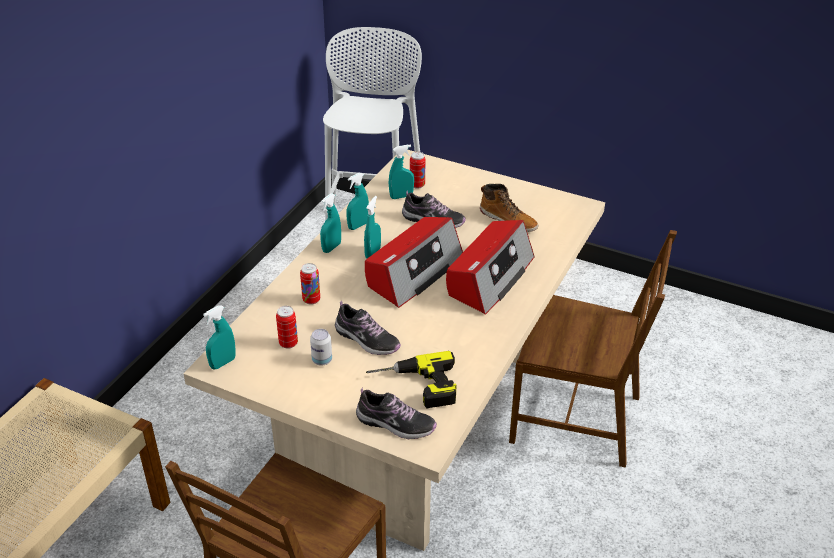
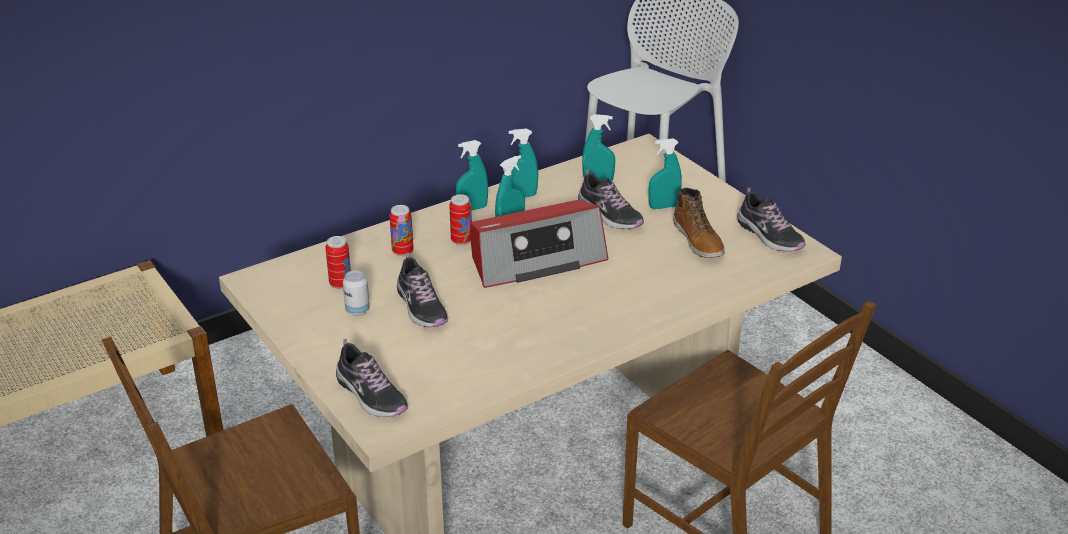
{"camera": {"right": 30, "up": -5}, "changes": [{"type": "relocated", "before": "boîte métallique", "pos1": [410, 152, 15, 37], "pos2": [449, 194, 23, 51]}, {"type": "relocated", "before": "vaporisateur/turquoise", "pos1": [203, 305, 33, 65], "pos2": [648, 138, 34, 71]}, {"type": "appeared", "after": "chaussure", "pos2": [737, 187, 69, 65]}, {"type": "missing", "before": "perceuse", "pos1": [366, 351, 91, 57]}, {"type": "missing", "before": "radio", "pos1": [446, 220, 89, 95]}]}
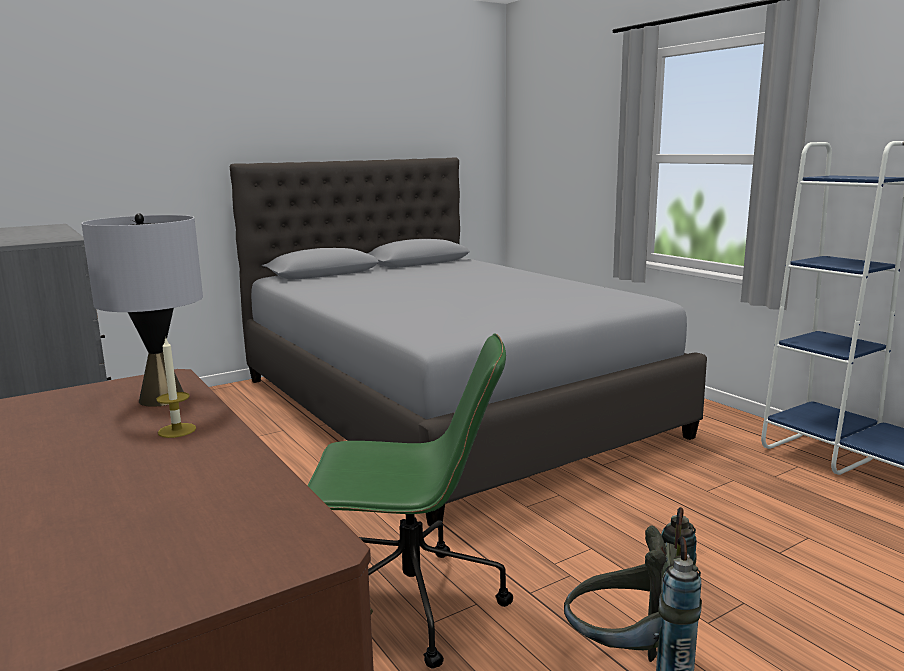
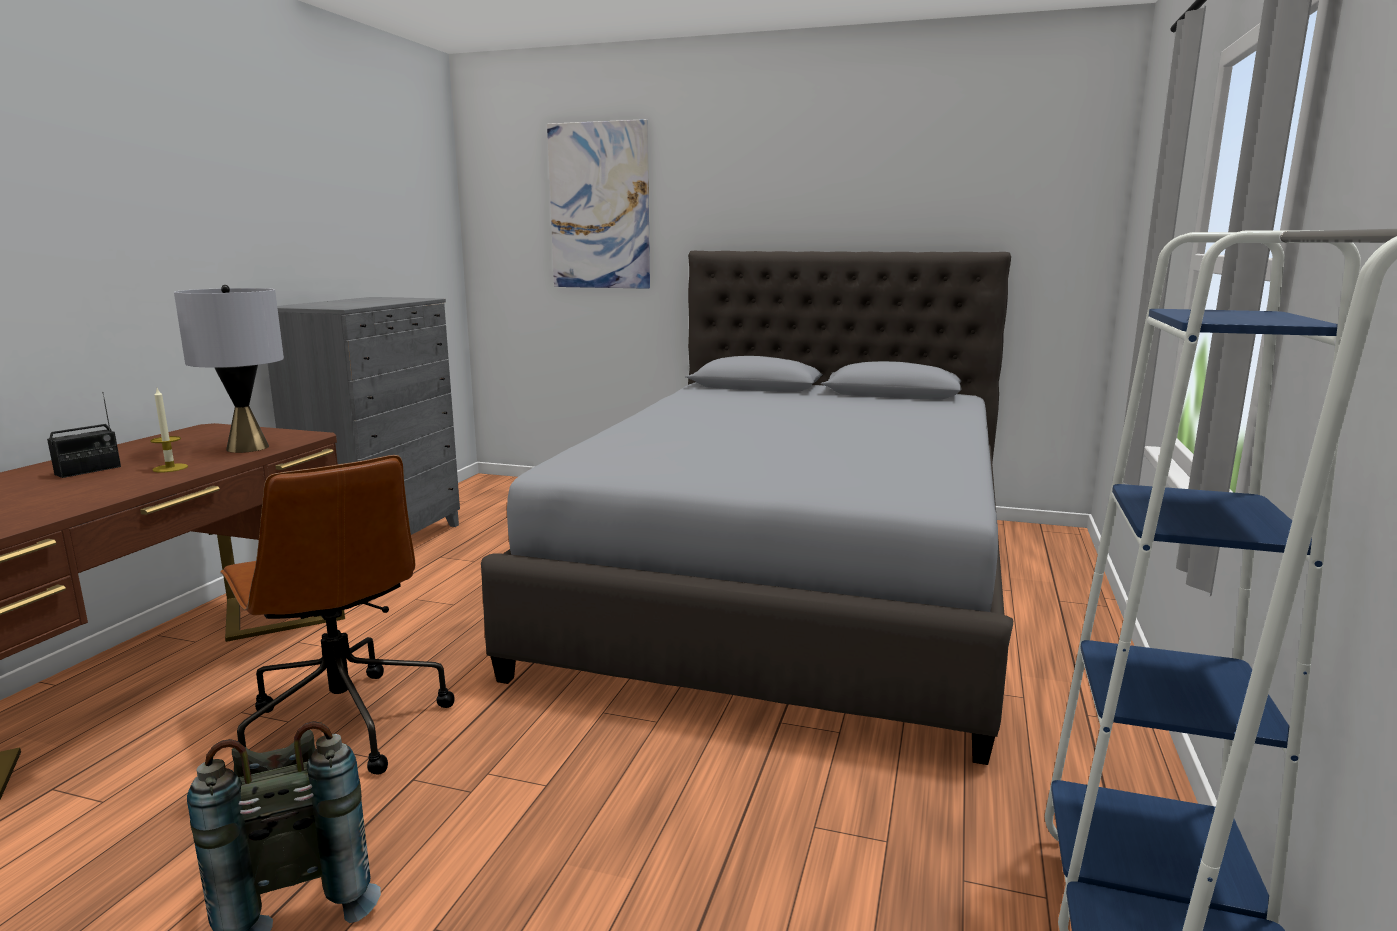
{"camera": {"right": 50, "up": 0}, "changes": [{"type": "appeared", "after": "radio", "pos2": [47, 392, 74, 86]}, {"type": "colour", "before": "chaise de bureau/vert", "after": "chaise de bureau/marron", "pos1": [307, 333, 206, 335], "pos2": [220, 455, 235, 319]}, {"type": "appeared", "after": "tableau", "pos2": [547, 119, 103, 170]}]}
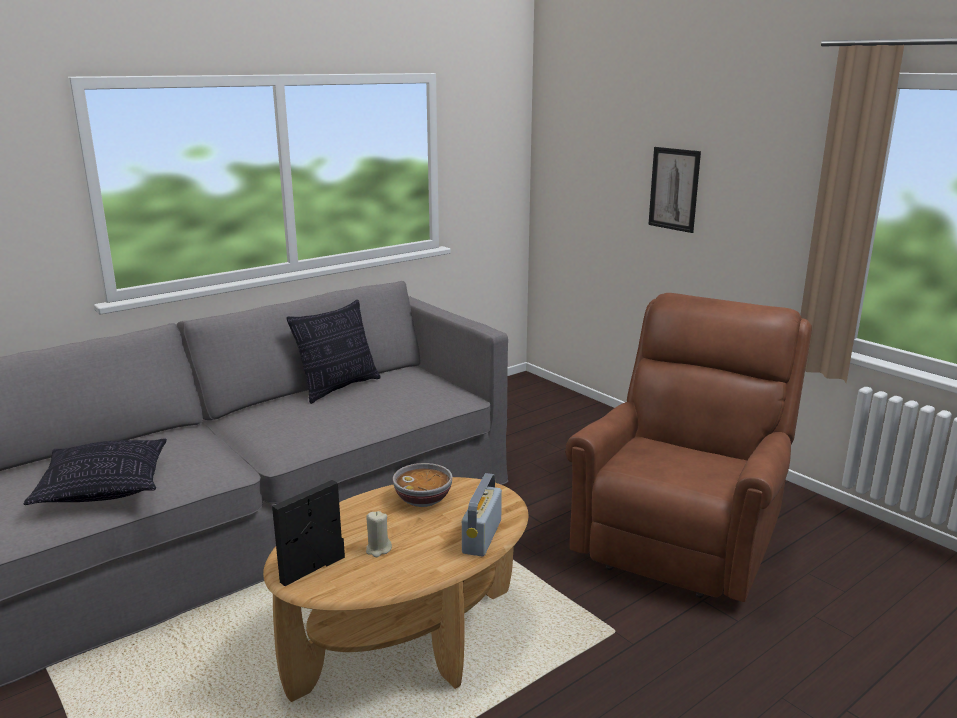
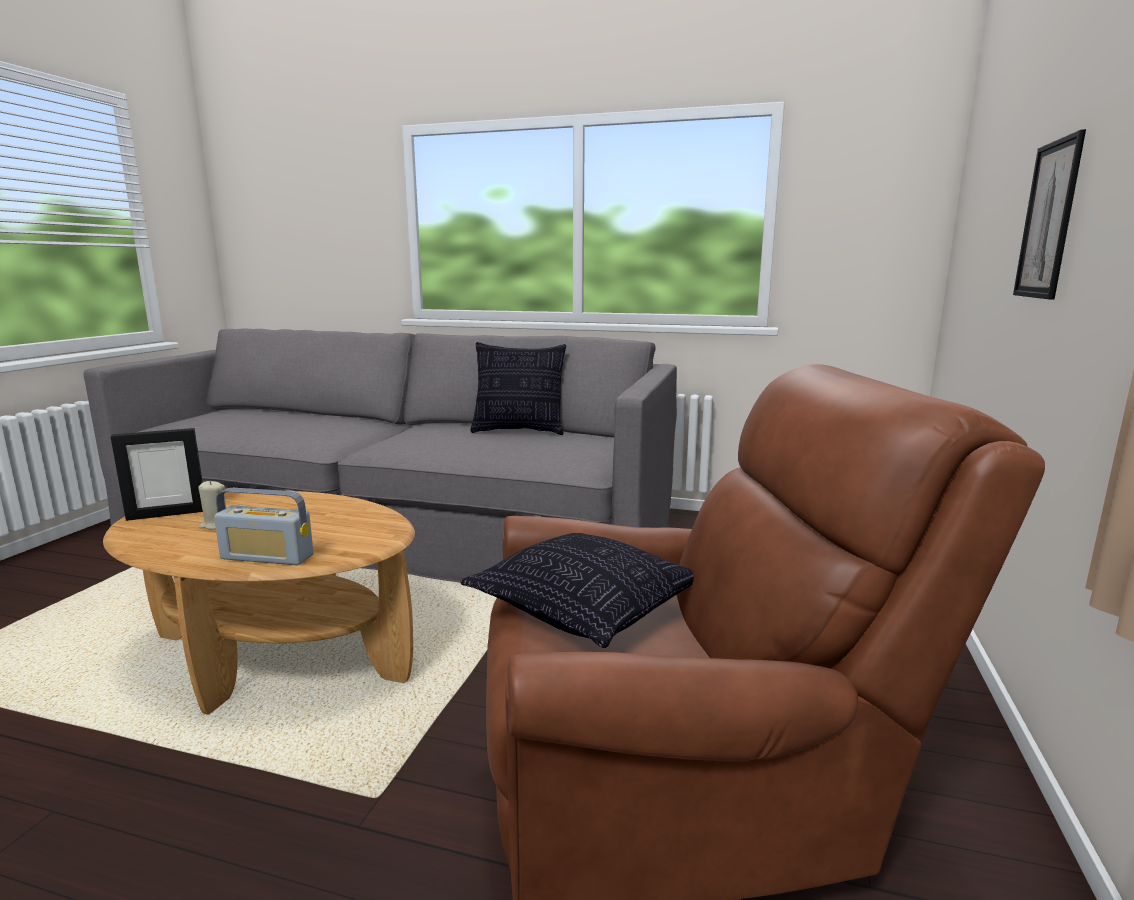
{"camera": {"right": 55, "up": -5}, "changes": [{"type": "spun", "before": "cadre photo", "pos1": [272, 480, 73, 106], "pos2": [110, 428, 93, 93], "turn": 150}, {"type": "spun", "before": "radio", "pos1": [462, 473, 40, 84], "pos2": [214, 488, 100, 77], "turn": -150}, {"type": "relocated", "before": "coussin", "pos1": [24, 438, 143, 67], "pos2": [460, 533, 234, 115]}, {"type": "missing", "before": "bol", "pos1": [393, 463, 60, 44]}]}
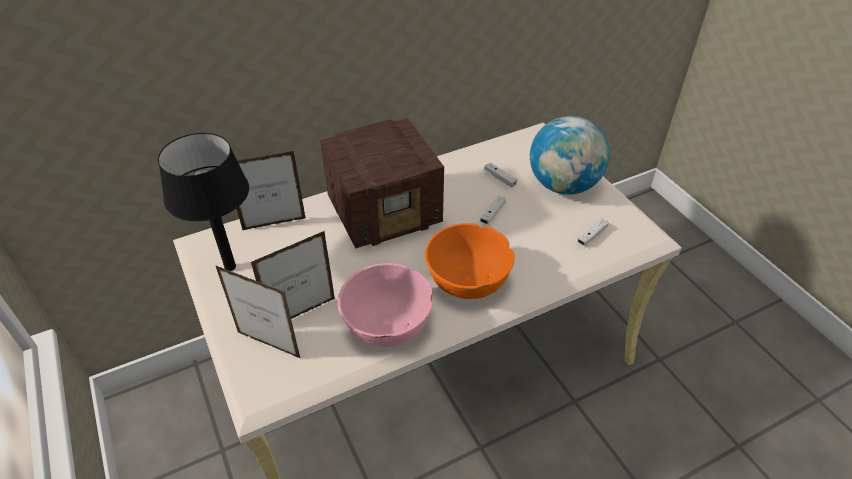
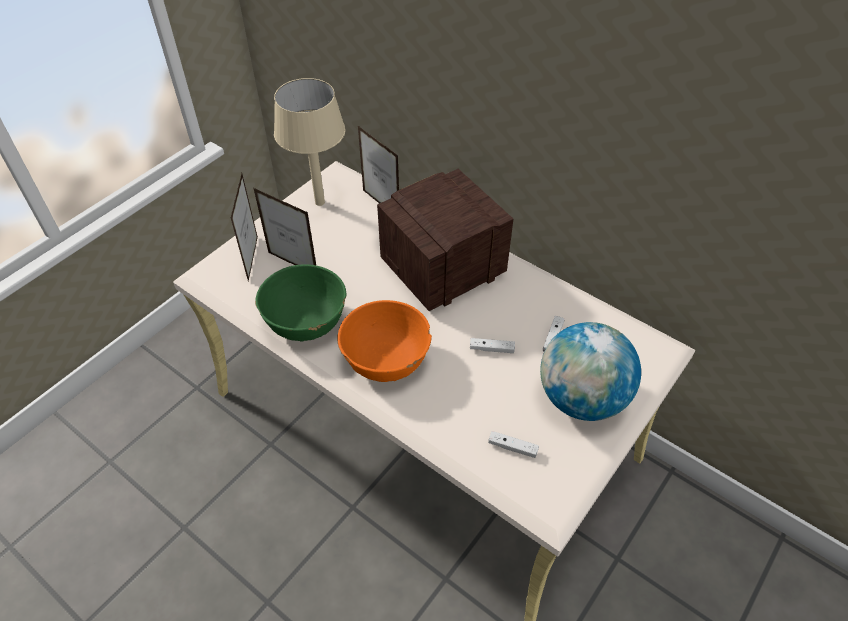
{"camera": {"right": 65, "up": 5}, "changes": [{"type": "colour", "before": "bol/rose", "after": "bol/vert", "pos1": [338, 263, 95, 84], "pos2": [255, 264, 91, 78]}, {"type": "colour", "before": "lampe de table/noir", "after": "lampe de table/beige", "pos1": [158, 133, 91, 138], "pos2": [274, 78, 71, 128]}, {"type": "spun", "before": "radio", "pos1": [320, 118, 124, 131], "pos2": [377, 169, 136, 142], "turn": 105}]}
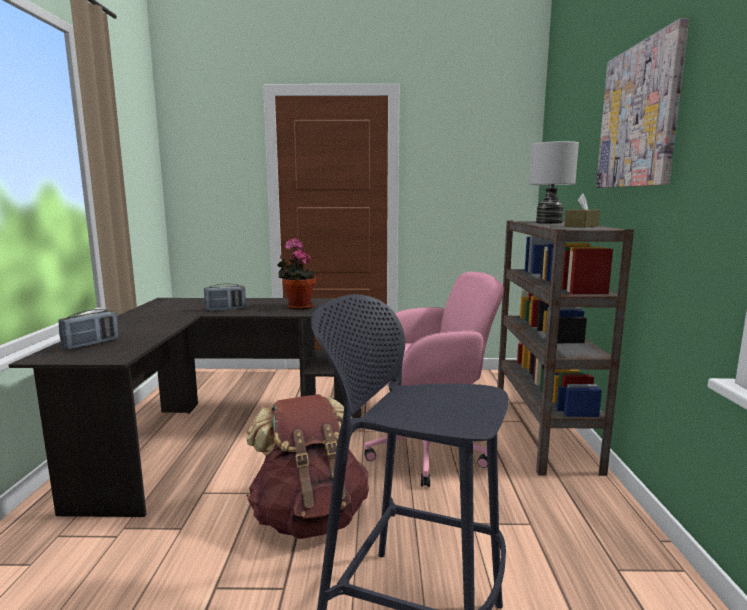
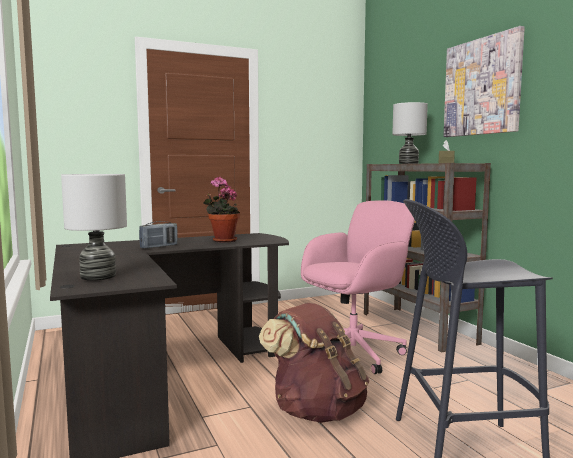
{"camera": {"right": -25, "up": -5}, "changes": [{"type": "exchanged", "before": "radio", "after": "lampe de table/gris", "pos1": [58, 309, 61, 41], "pos2": [61, 174, 66, 106]}]}
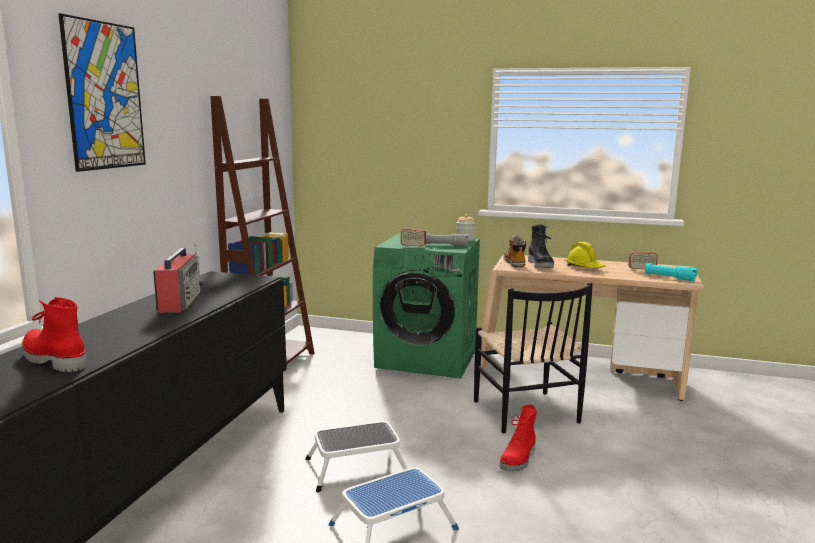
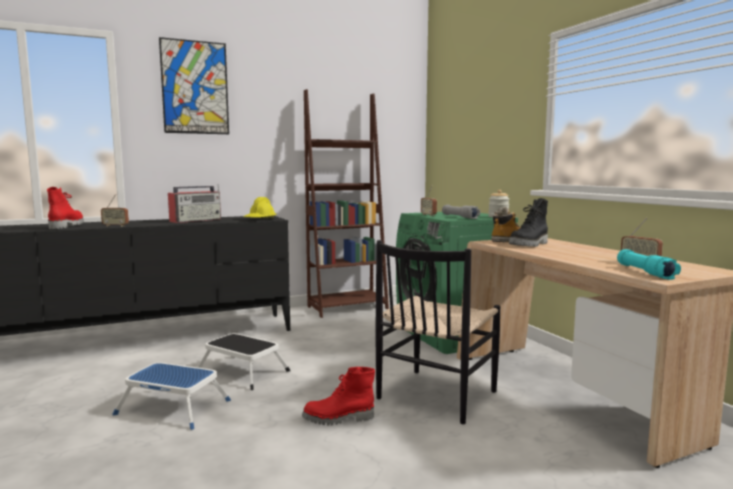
{"camera": {"right": 50, "up": -5}, "changes": [{"type": "appeared", "after": "radio", "pos2": [101, 194, 28, 33]}, {"type": "relocated", "before": "casque de chantier/jaune", "pos1": [565, 242, 41, 26], "pos2": [243, 197, 33, 22]}]}
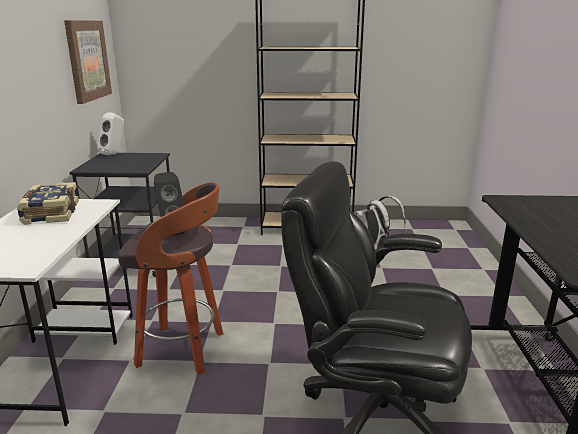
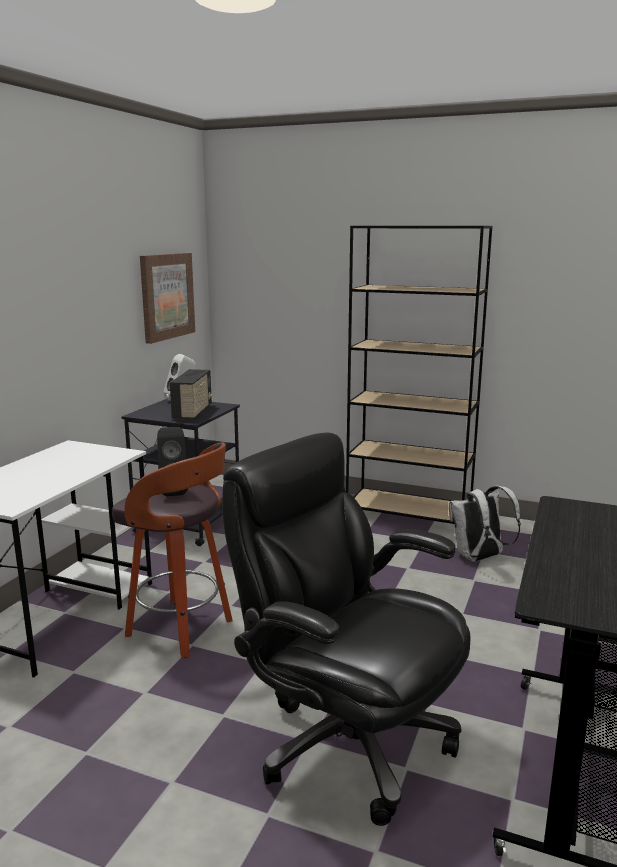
{"camera": {"right": 20, "up": -5}, "changes": [{"type": "appeared", "after": "radio", "pos2": [170, 369, 43, 50]}, {"type": "missing", "before": "livre", "pos1": [17, 182, 62, 43]}]}
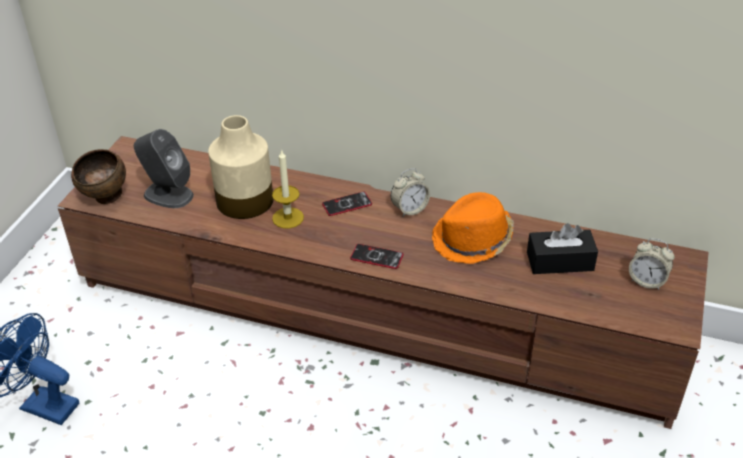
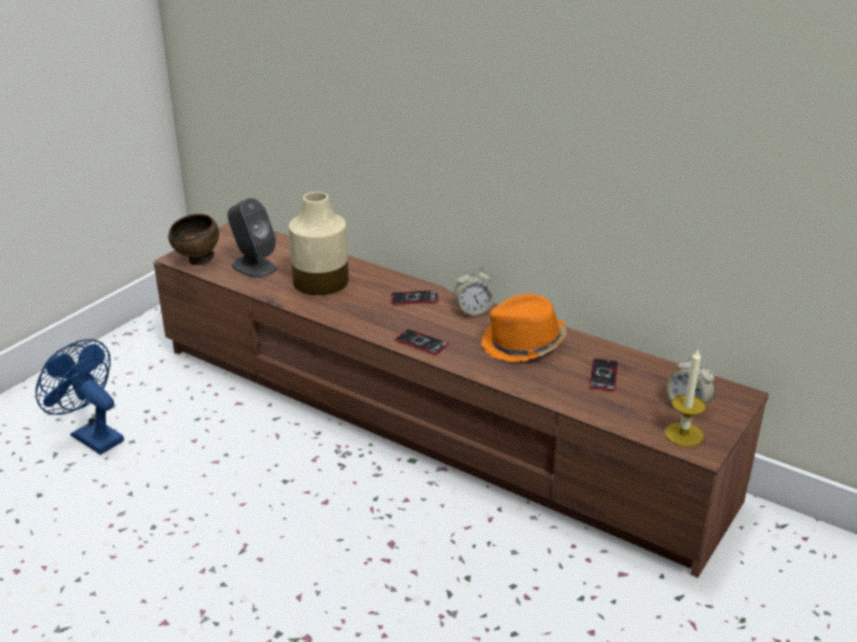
{"camera": {"right": 15, "up": -10}, "changes": [{"type": "exchanged", "before": "boîte à mouchoirs/noir", "after": "téléphone", "pos1": [527, 223, 71, 51], "pos2": [589, 358, 29, 33]}, {"type": "relocated", "before": "bougie", "pos1": [272, 149, 32, 79], "pos2": [665, 350, 41, 97]}]}
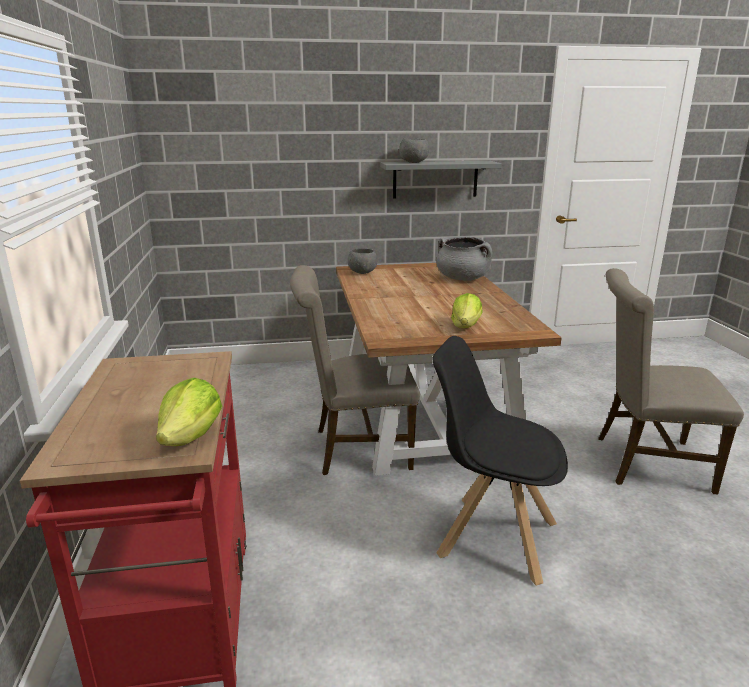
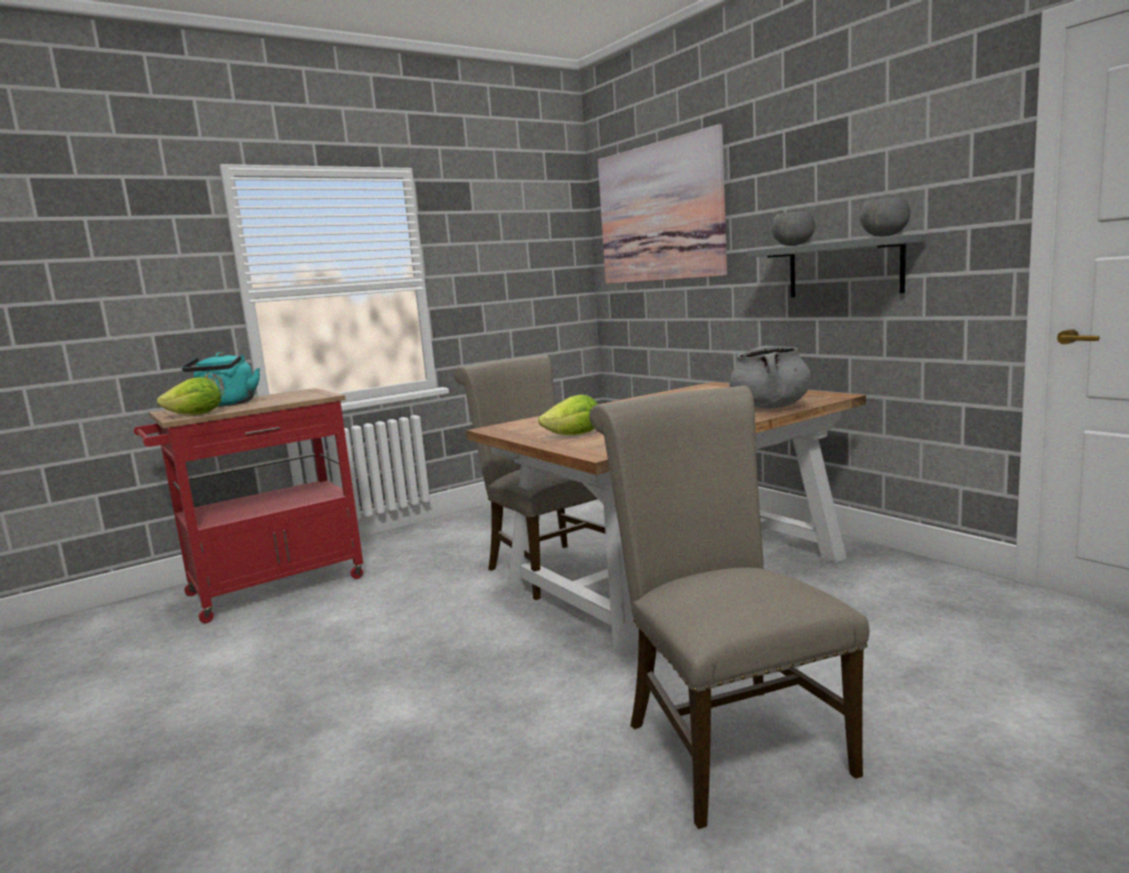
{"camera": {"right": 65, "up": -10}, "changes": [{"type": "appeared", "after": "bouilloire/turquoise", "pos2": [182, 352, 78, 55]}, {"type": "appeared", "after": "tableau", "pos2": [598, 124, 129, 160]}, {"type": "relocated", "before": "bol/gris", "pos1": [348, 248, 30, 26], "pos2": [860, 197, 50, 40]}, {"type": "missing", "before": "chaise/noir", "pos1": [432, 336, 136, 250]}]}
